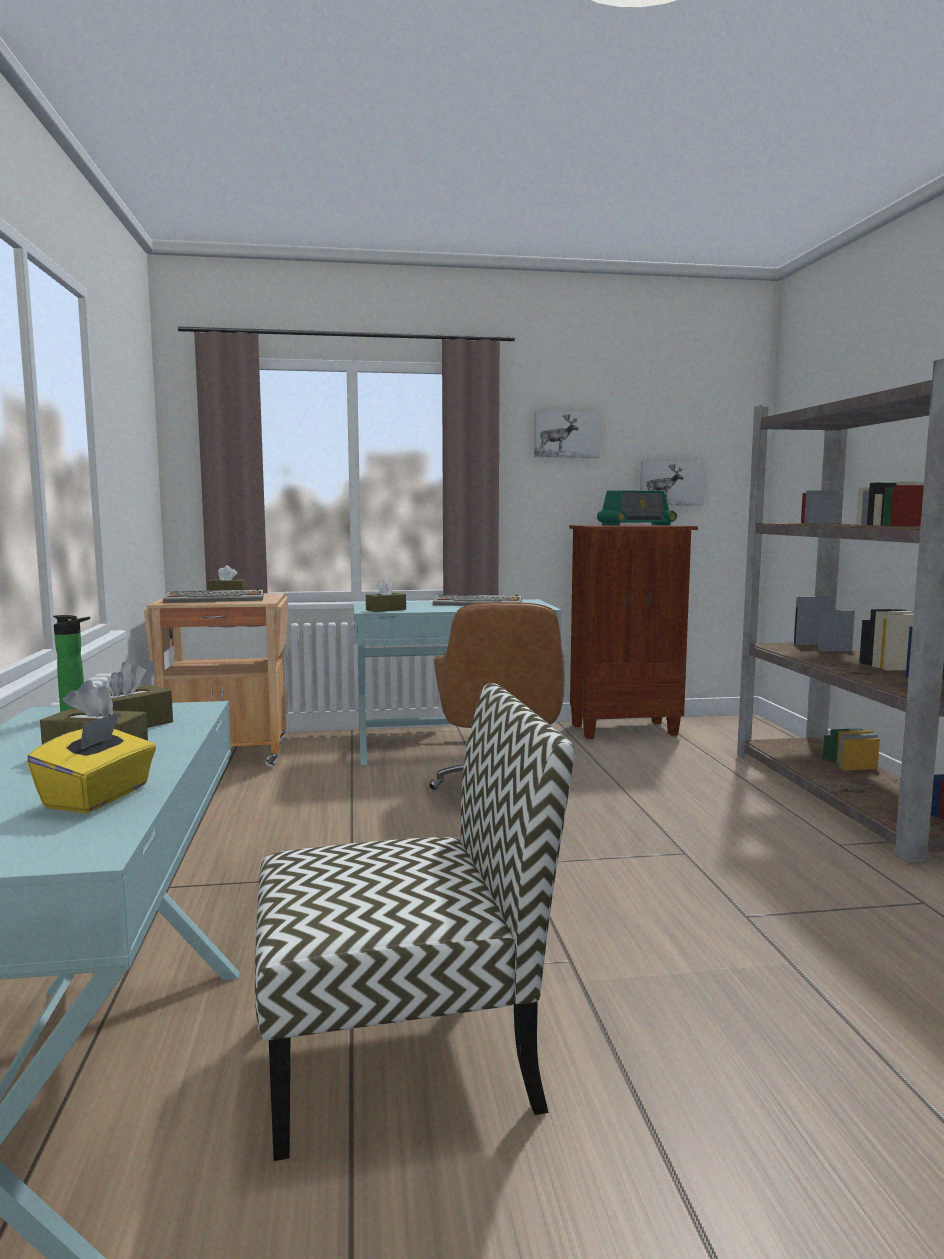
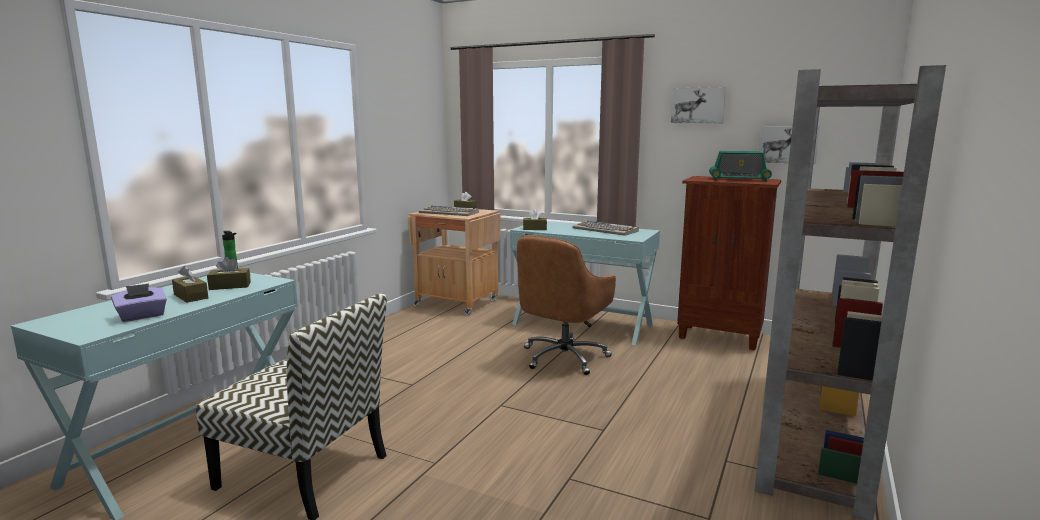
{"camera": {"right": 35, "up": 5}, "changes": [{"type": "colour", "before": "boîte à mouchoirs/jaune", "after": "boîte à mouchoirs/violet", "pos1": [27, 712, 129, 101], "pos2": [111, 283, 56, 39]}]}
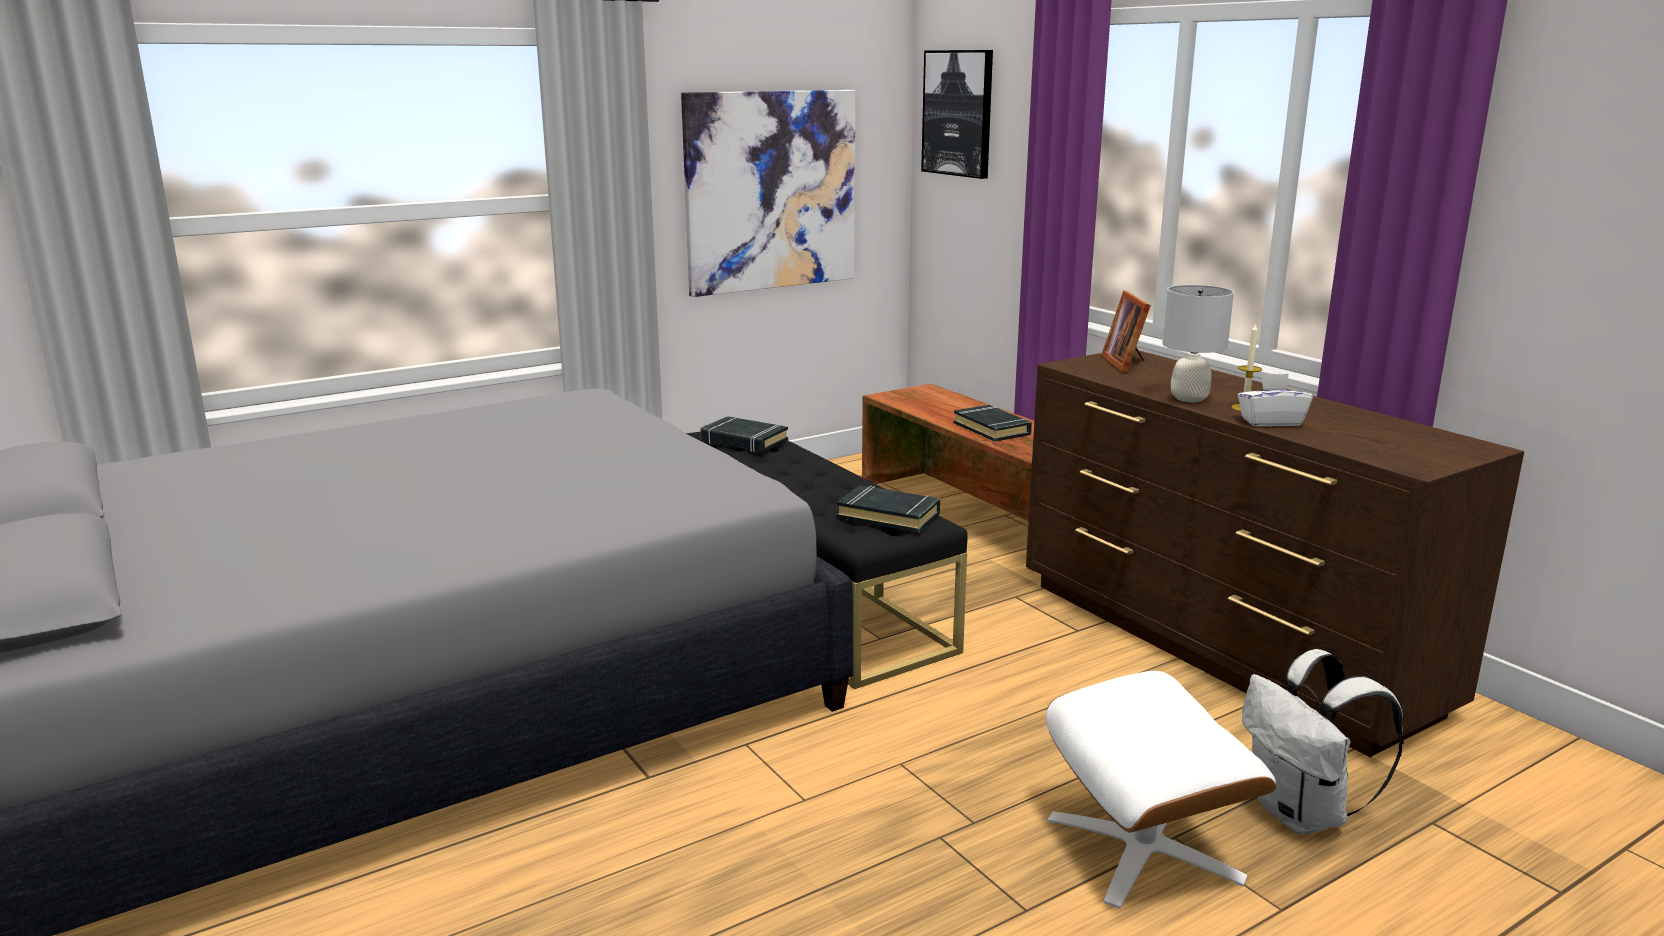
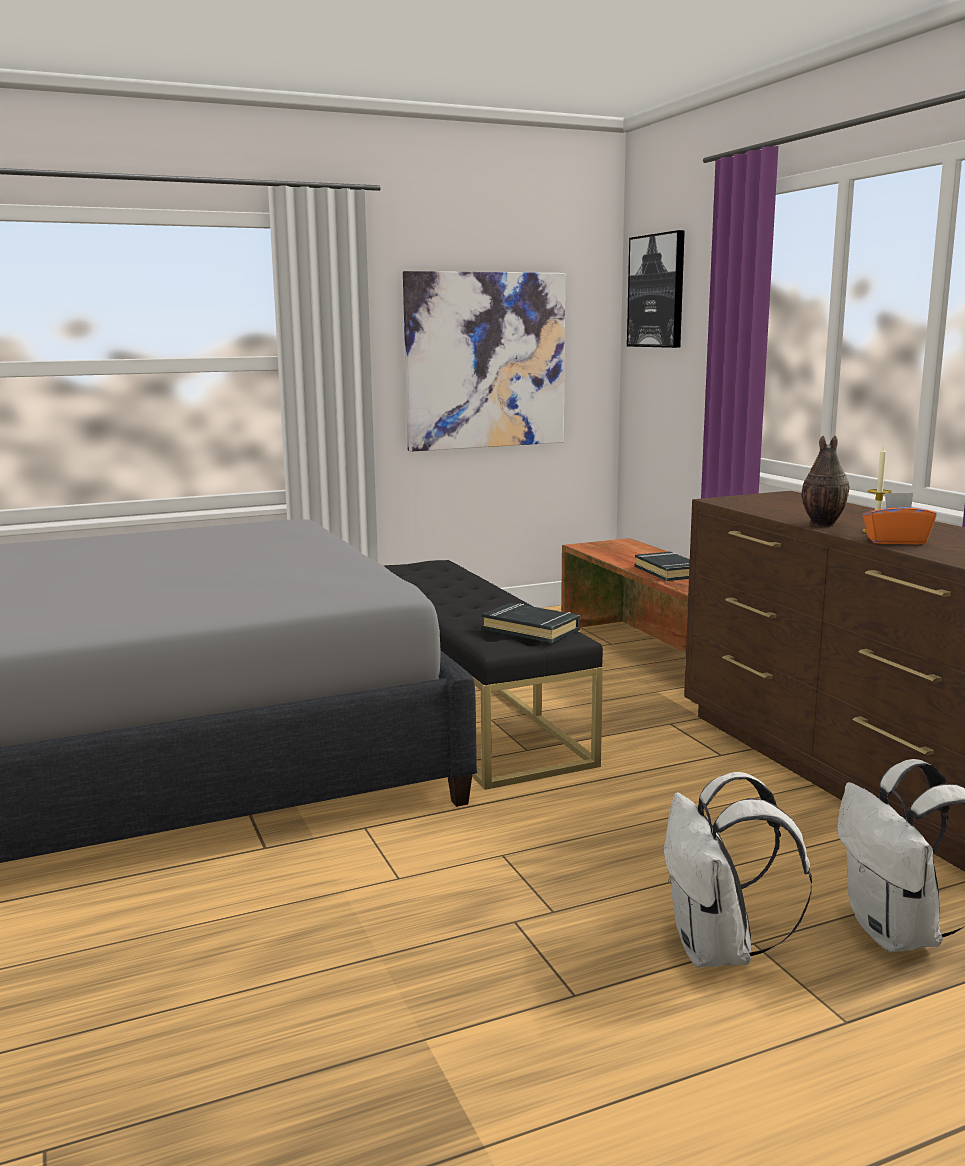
{"camera": {"right": 10, "up": -5}, "changes": [{"type": "exchanged", "before": "pouf/blanc", "after": "sac à dos/blanc", "pos1": [1046, 671, 230, 238], "pos2": [664, 772, 148, 195]}, {"type": "exchanged", "before": "lampe de table/gris", "after": "vase", "pos1": [1162, 285, 72, 118], "pos2": [802, 435, 48, 92]}, {"type": "colour", "before": "boîte à mouchoirs/blanc", "after": "boîte à mouchoirs/orange", "pos1": [1238, 374, 75, 52], "pos2": [862, 492, 74, 53]}, {"type": "missing", "before": "livre/noir", "pos1": [700, 416, 88, 36]}, {"type": "missing", "before": "cadre photo", "pos1": [1101, 291, 50, 82]}]}
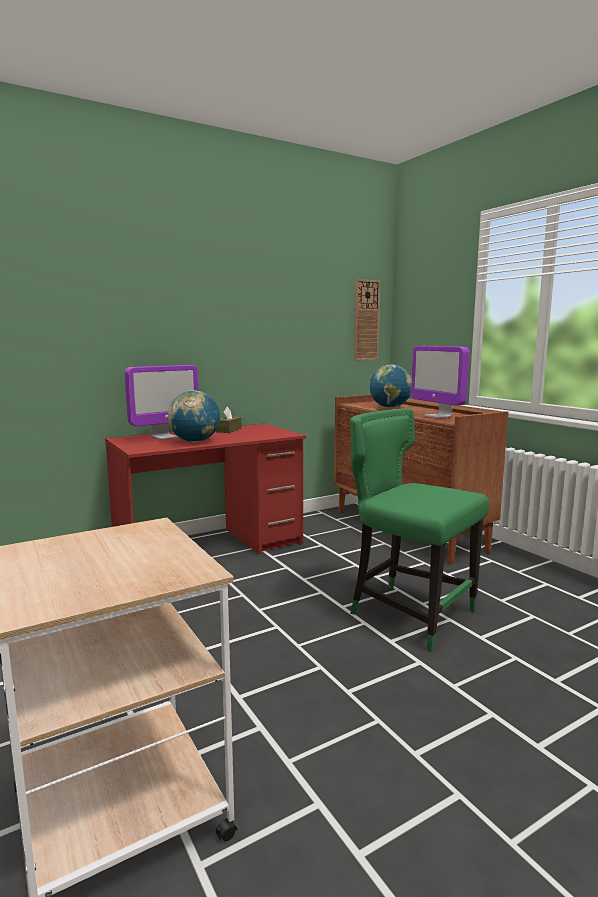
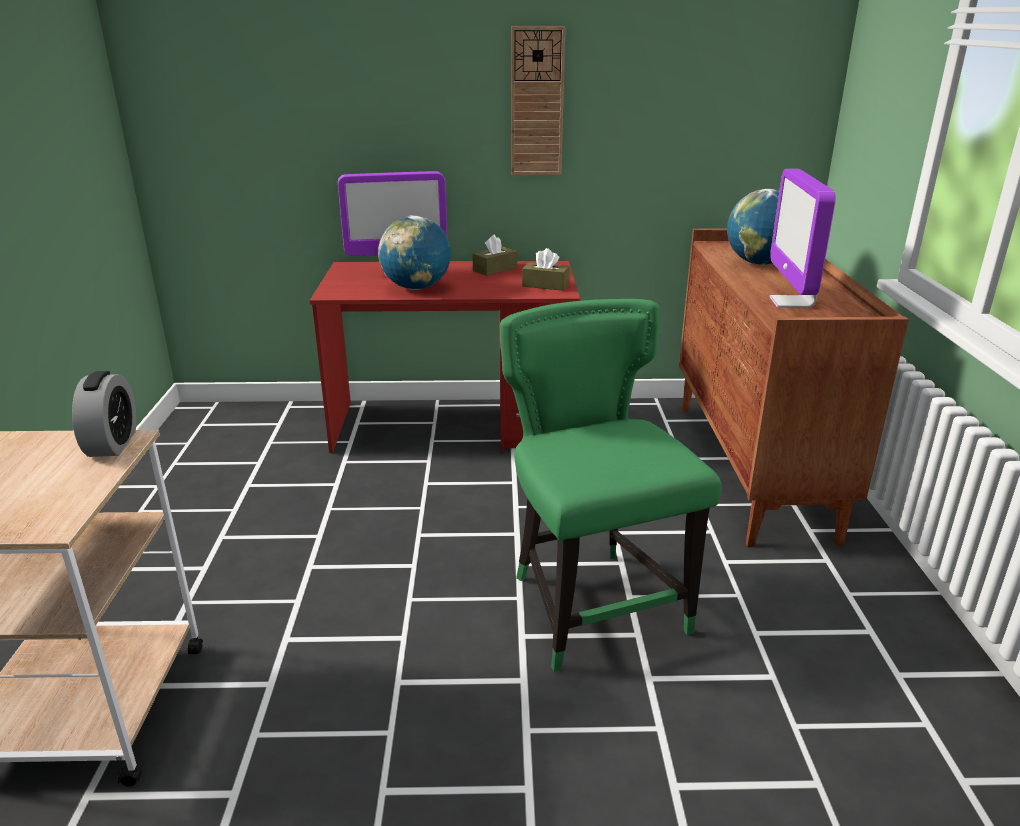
{"camera": {"right": 30, "up": 15}, "changes": [{"type": "appeared", "after": "réveil", "pos2": [72, 371, 64, 86]}, {"type": "relocated", "before": "horloge murale", "pos1": [354, 279, 26, 81], "pos2": [511, 26, 54, 149]}, {"type": "appeared", "after": "boîte à mouchoirs/marron", "pos2": [522, 248, 48, 43]}]}
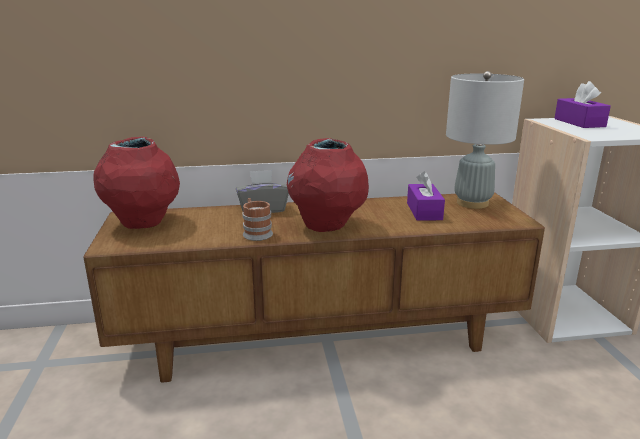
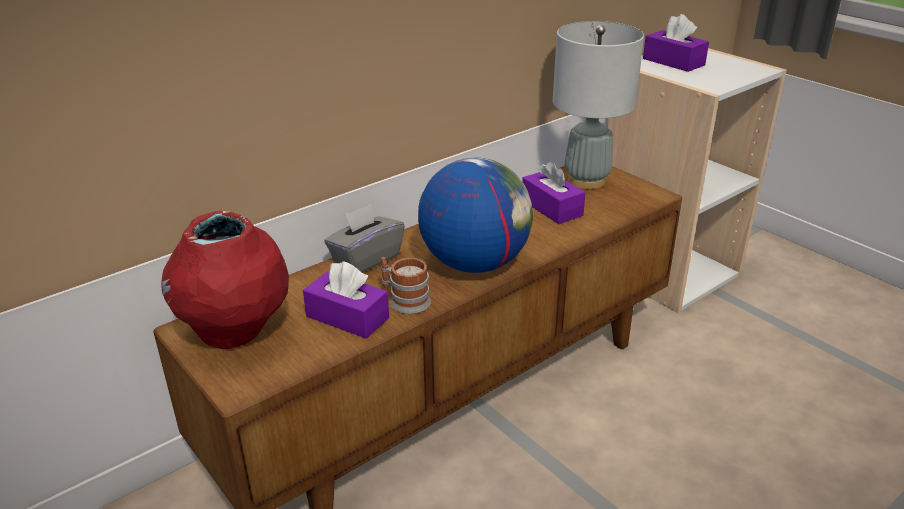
{"camera": {"right": -30, "up": 10}, "changes": [{"type": "appeared", "after": "boîte à mouchoirs/violet", "pos2": [303, 261, 86, 78]}, {"type": "exchanged", "before": "vase/rouge", "after": "globe", "pos1": [287, 138, 82, 94], "pos2": [418, 158, 115, 115]}]}
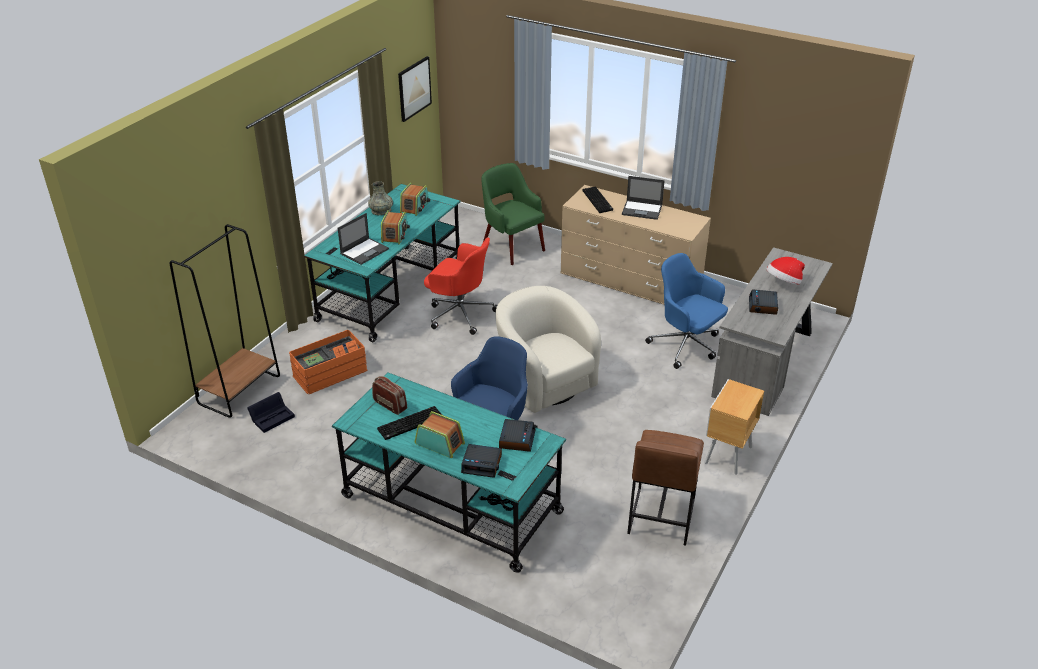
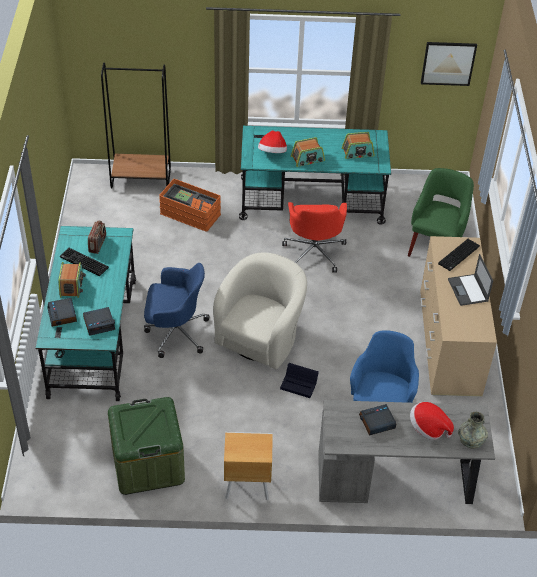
{"camera": {"right": 60, "up": 10}, "changes": [{"type": "exchanged", "before": "chaise/marron", "after": "boîte de rangement/vert", "pos1": [627, 430, 77, 116], "pos2": [108, 397, 77, 98]}, {"type": "exchanged", "before": "ordinateur portable", "after": "chapeau", "pos1": [338, 213, 51, 52], "pos2": [258, 130, 29, 23]}, {"type": "relocated", "before": "boîte de rangement/noir", "pos1": [247, 392, 48, 41], "pos2": [280, 363, 39, 35]}, {"type": "relocated", "before": "vase/gris", "pos1": [368, 181, 25, 34], "pos2": [458, 412, 30, 37]}]}
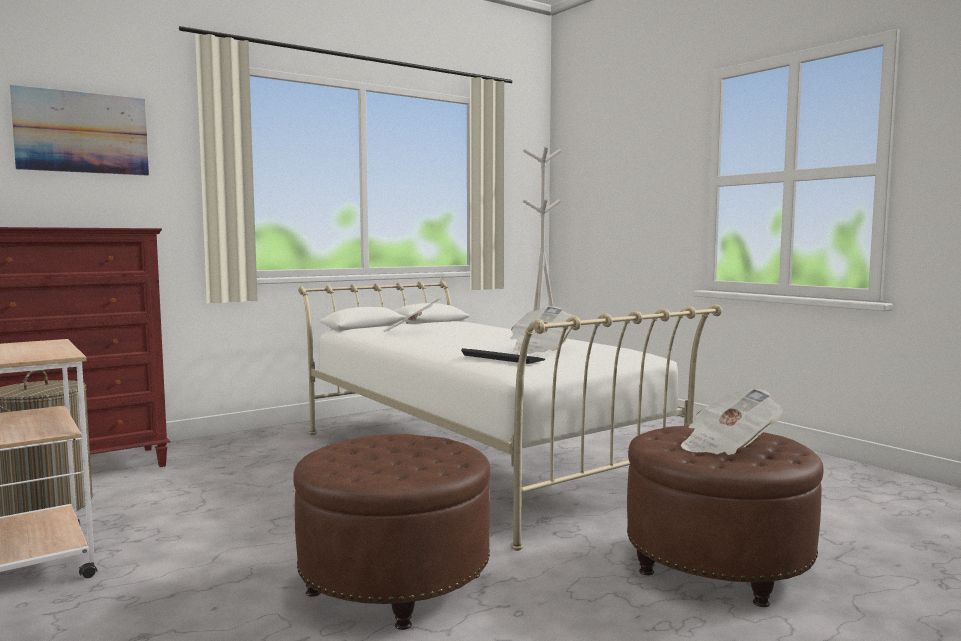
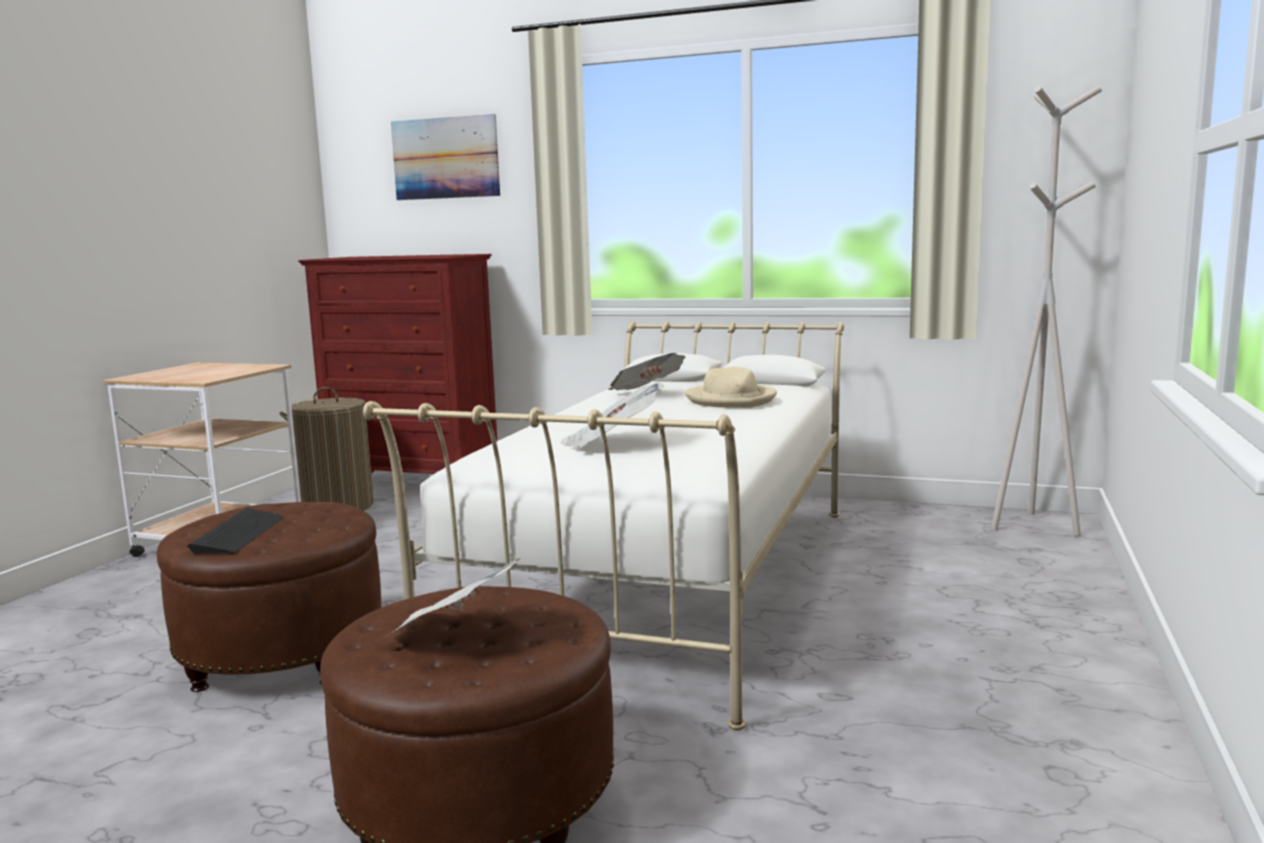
{"camera": {"right": 55, "up": 5}, "changes": [{"type": "relocated", "before": "clavier", "pos1": [461, 348, 85, 16], "pos2": [187, 508, 97, 45]}, {"type": "appeared", "after": "chapeau/beige", "pos2": [685, 367, 92, 41]}]}
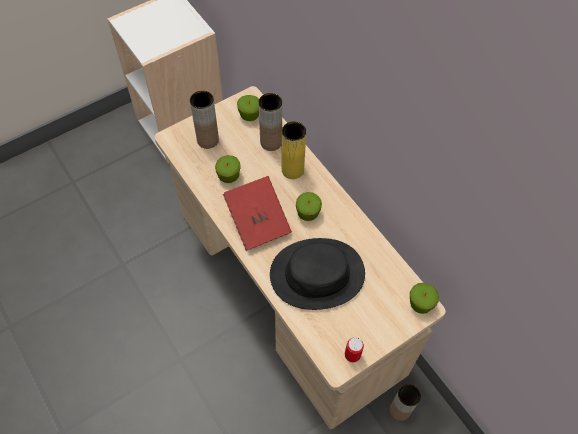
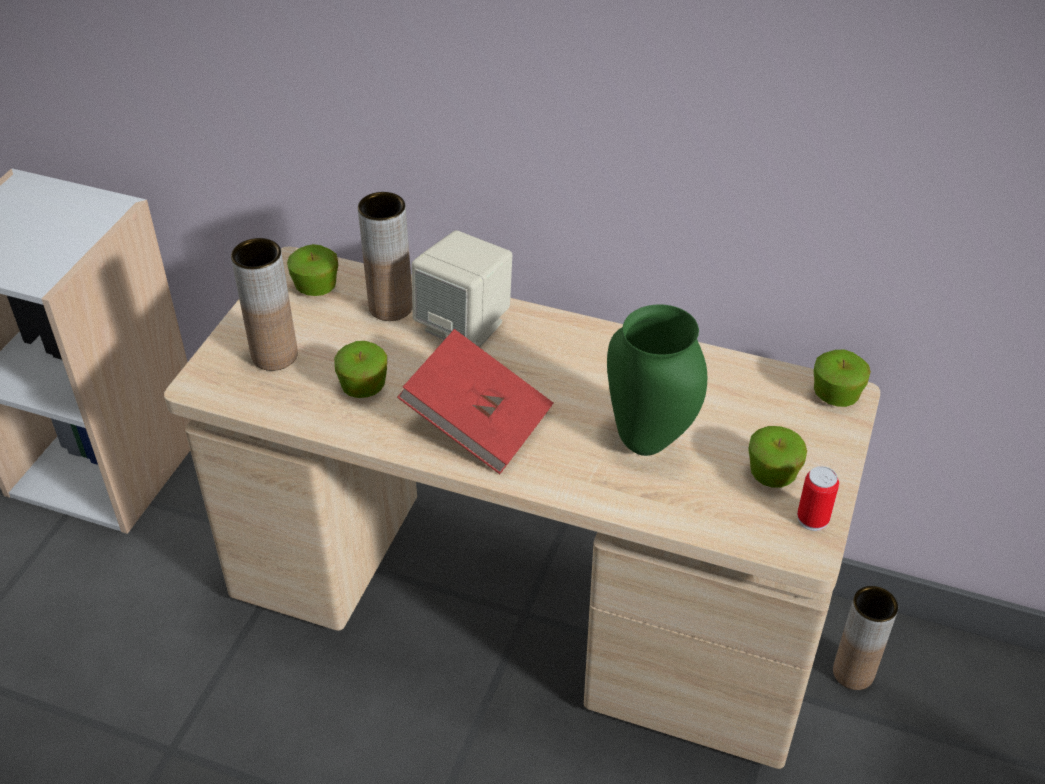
{"camera": {"right": -35, "up": -15}, "changes": [{"type": "exchanged", "before": "vase/jaune", "after": "enceinte/beige", "pos1": [282, 121, 24, 58], "pos2": [412, 230, 100, 118]}, {"type": "exchanged", "before": "chapeau/noir", "after": "vase/vert", "pos1": [270, 238, 95, 72], "pos2": [607, 304, 100, 152]}, {"type": "relocated", "before": "pomme", "pos1": [296, 192, 26, 29], "pos2": [748, 426, 59, 62]}]}
